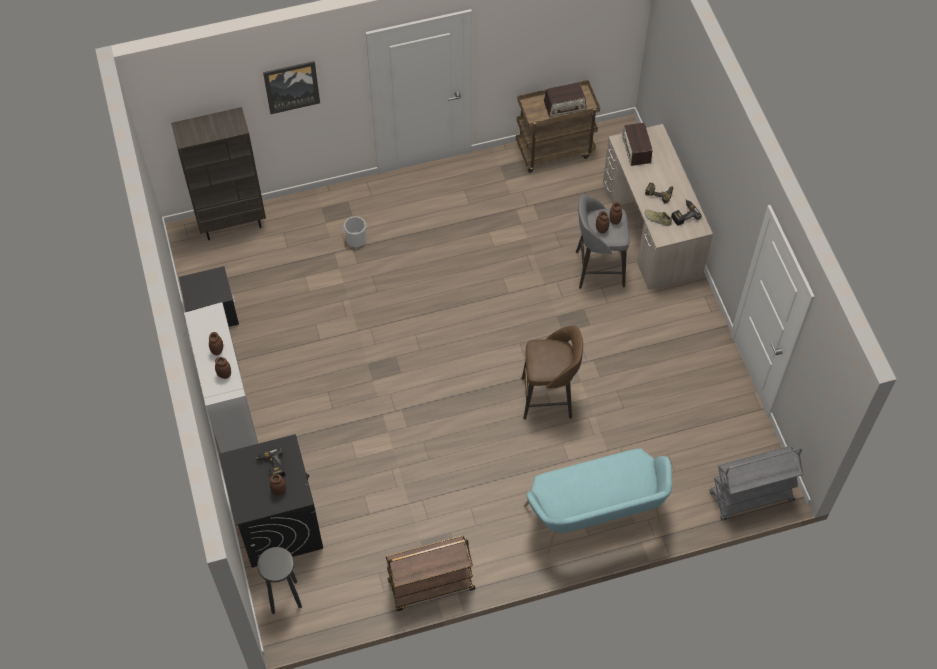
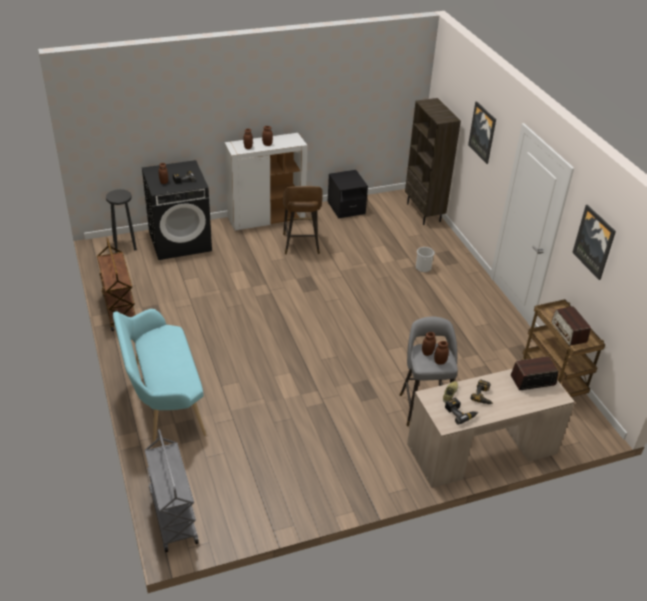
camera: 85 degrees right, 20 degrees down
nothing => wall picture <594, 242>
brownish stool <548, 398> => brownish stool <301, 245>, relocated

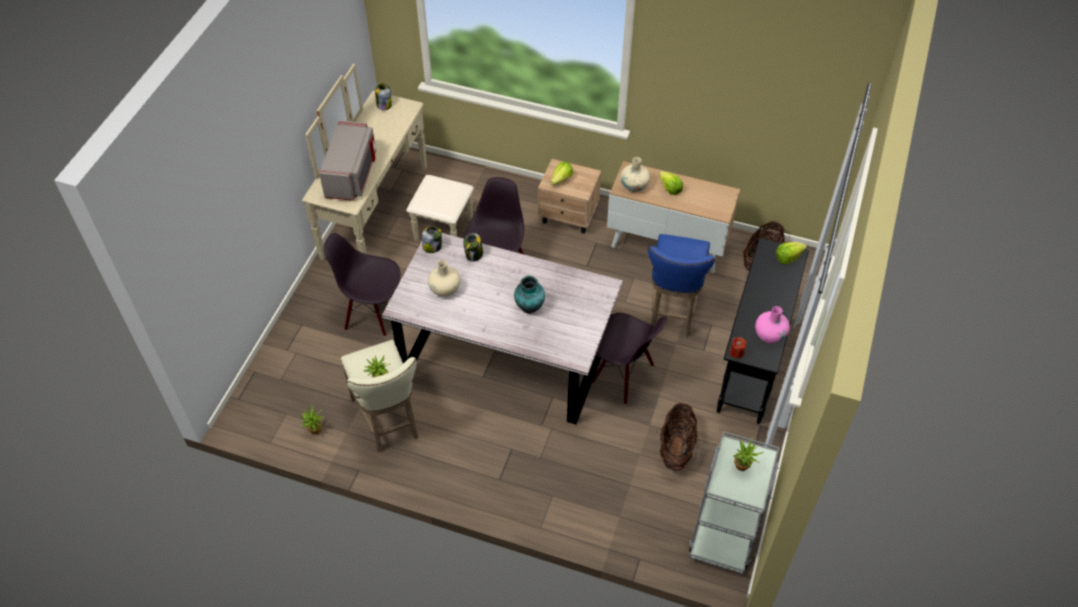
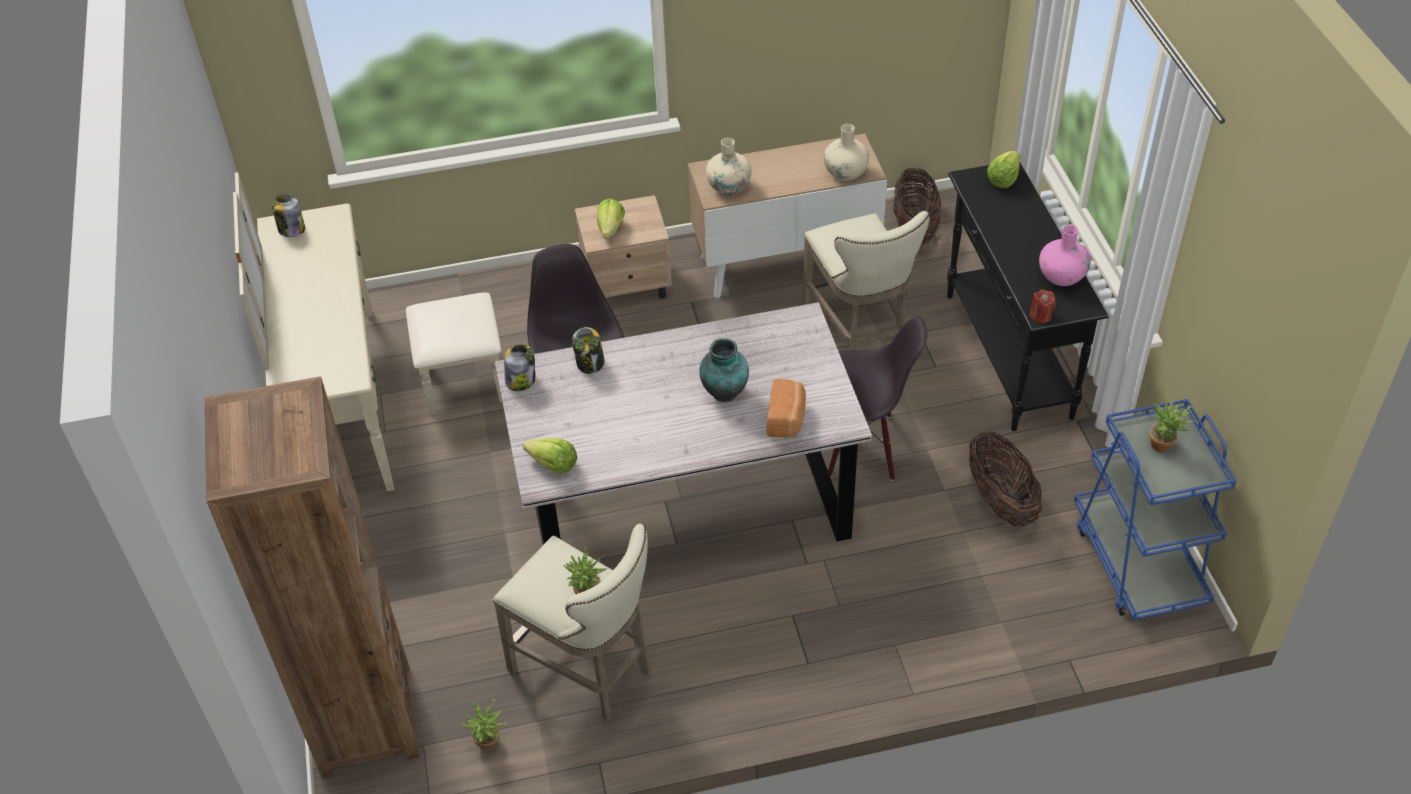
camera: 30 degrees left, 5 degrees down
gray microwave oven <352, 174> => nothing
blackish chair <373, 313> => nothing
nothing => brownish bookshelf <365, 719>
nothing => baked bread <787, 418>
beige-coloured vase <445, 289> => beige-coloured vase <845, 173>, relocated
lettuce <669, 189> => lettuce <553, 465>, relocated
blue-coloured stool <672, 311> => beige-coloured stool <858, 338>
gray wheeled cart <726, 526> => blue-coloured wheeled cart <1138, 561>

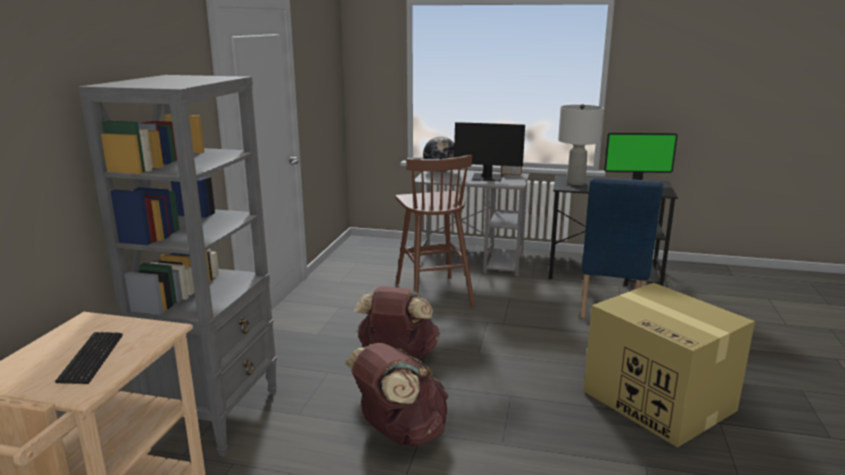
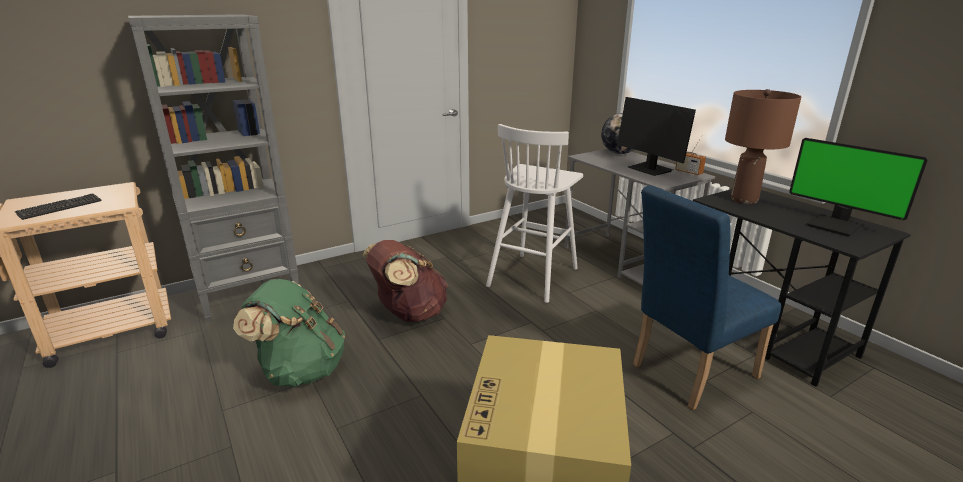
camera: 45 degrees right, 5 degrees up
brownish backpack <399, 433> => green backpack <300, 370>
brownish stool <433, 294> => whitish stool <534, 276>
gray tabletop lamp <576, 183> => brownish tabletop lamp <744, 200>

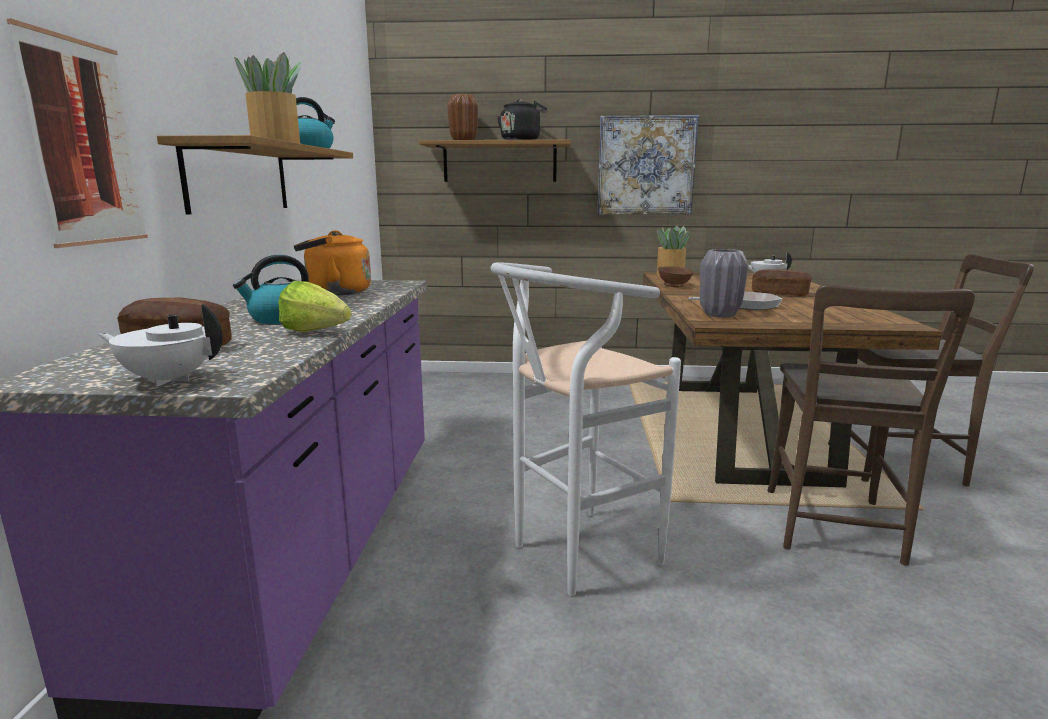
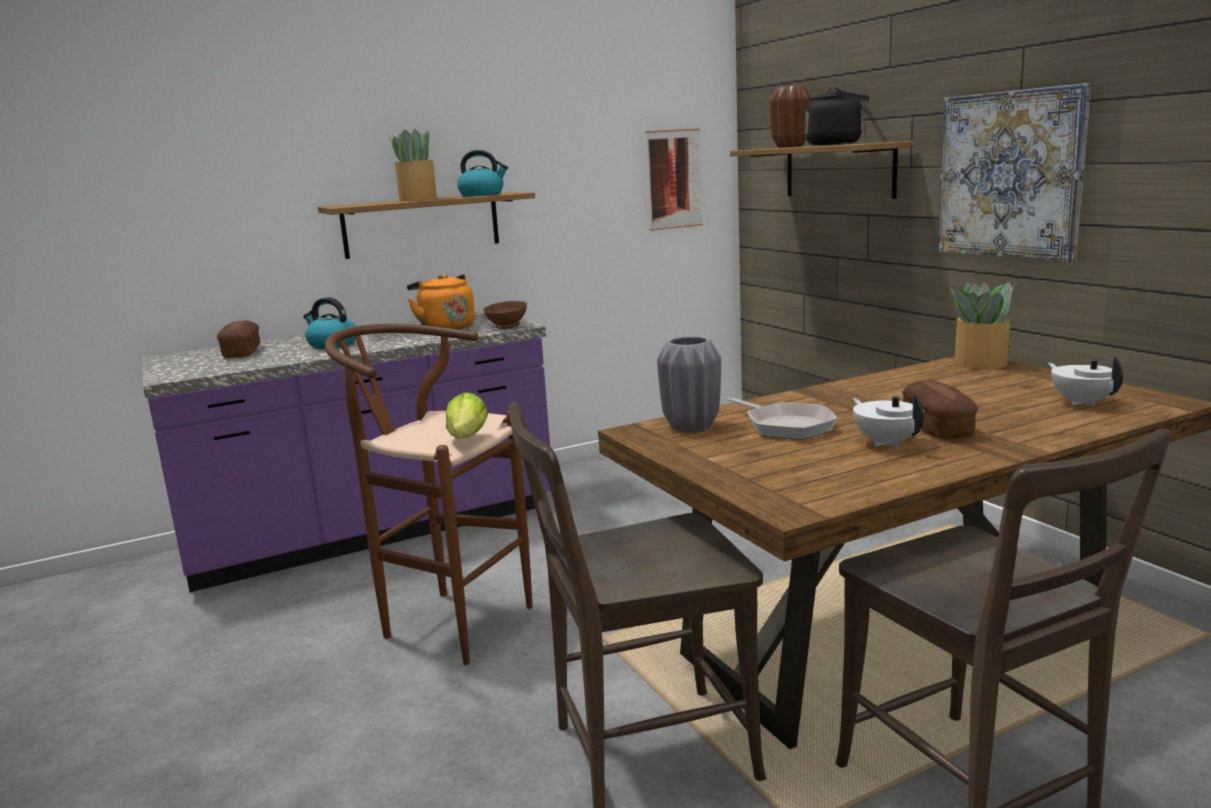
camera: 60 degrees right, 0 degrees up
wall picture <85, 144> => wall picture <674, 179>, relocated
whitish tea pot <169, 380> => whitish tea pot <886, 443>, relocated
lettuce <319, 333> => lettuce <464, 441>, relocated
brownish bowl <674, 286> => brownish bowl <506, 327>, relocated
whitish stool <573, 556> => brownish stool <445, 621>

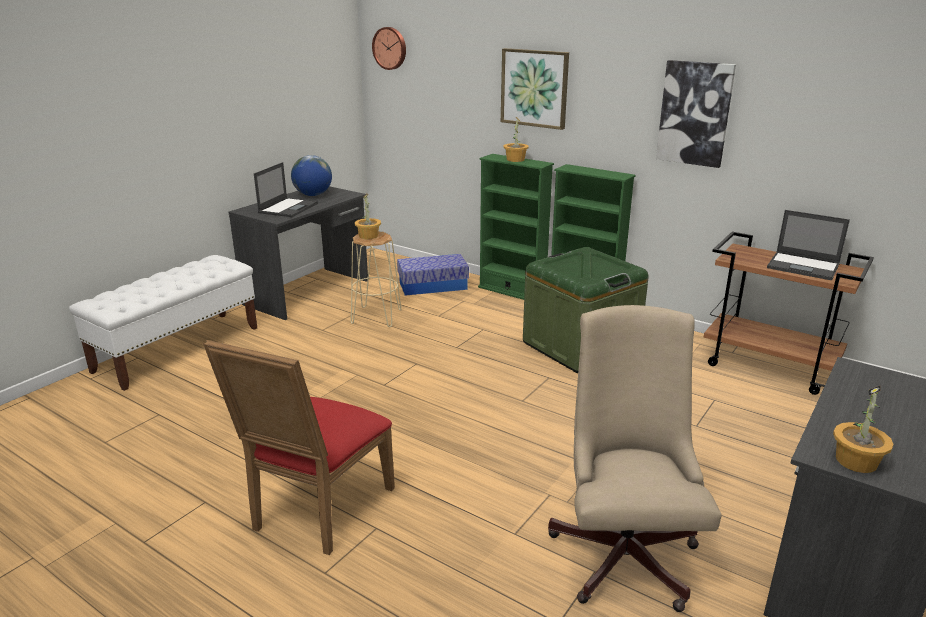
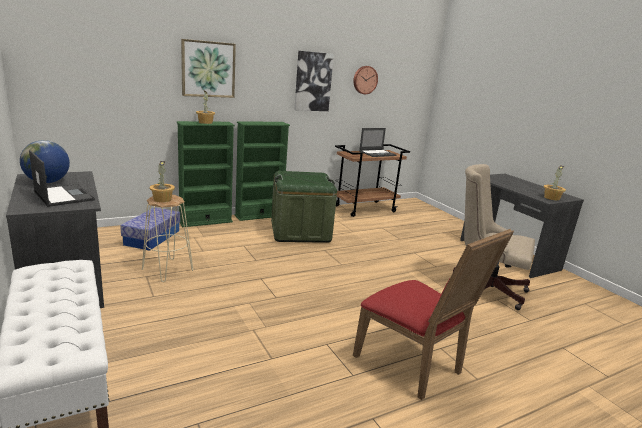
camera: 65 degrees left, 5 degrees down
hanging clock <390, 48> => hanging clock <364, 80>, relocated

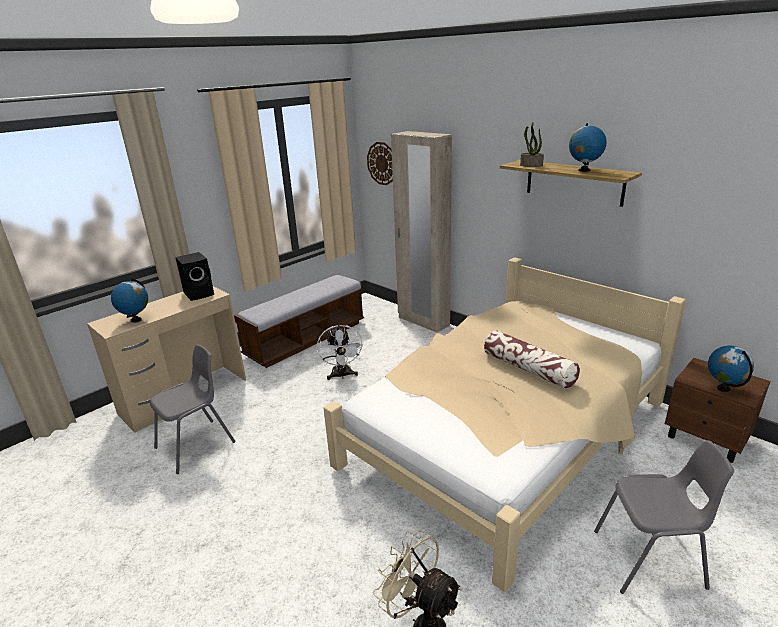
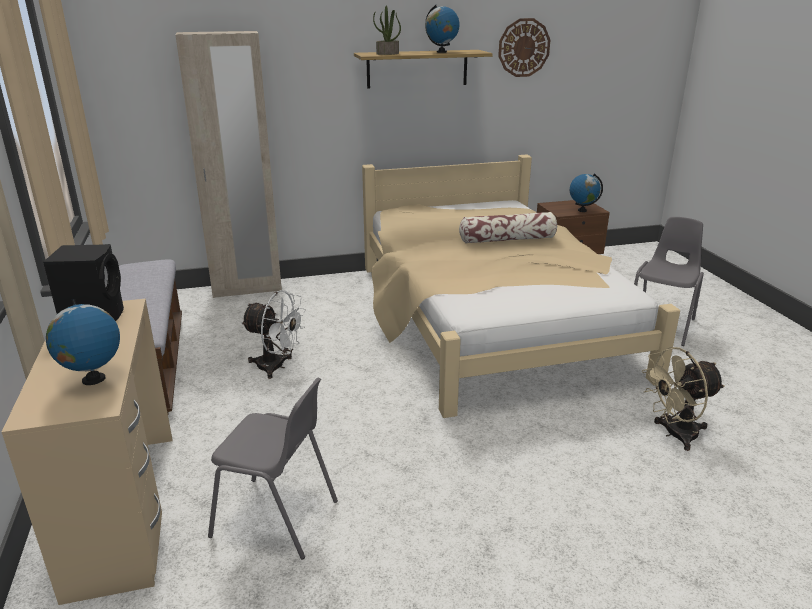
camera: 60 degrees left, 0 degrees up
hanging clock <382, 163> => hanging clock <524, 47>, relocated
gray chair <196, 445> => gray chair <276, 518>, 120 degrees clockwise

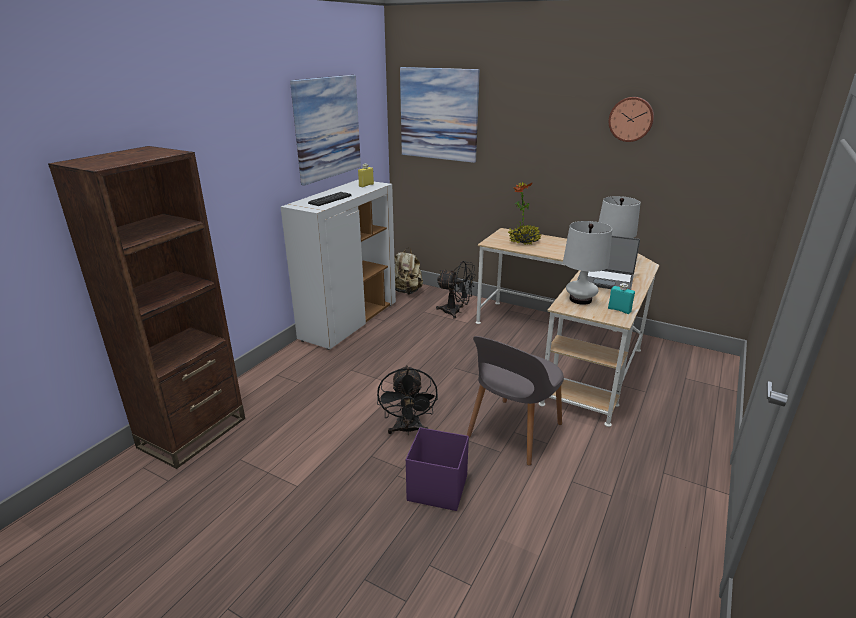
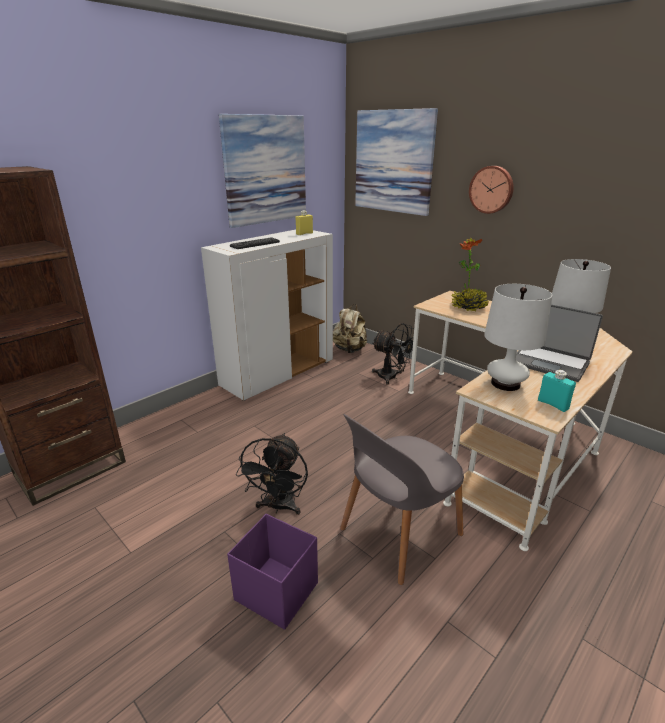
camera: 15 degrees right, 0 degrees up
hanging clock <631, 119> => hanging clock <491, 189>, relocated

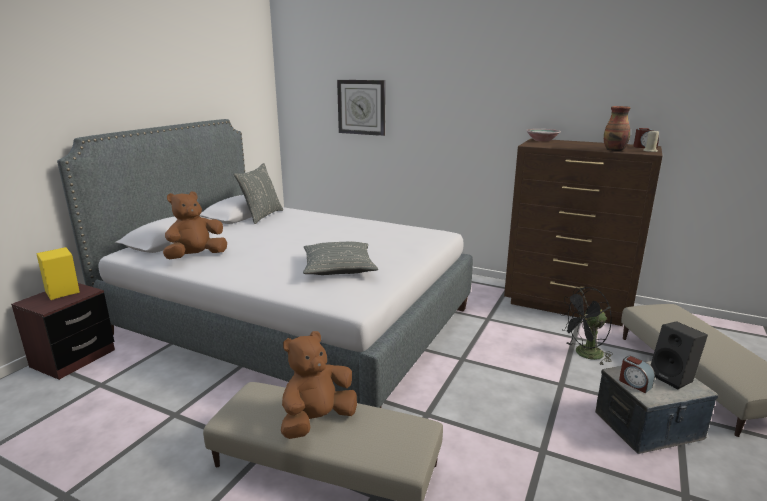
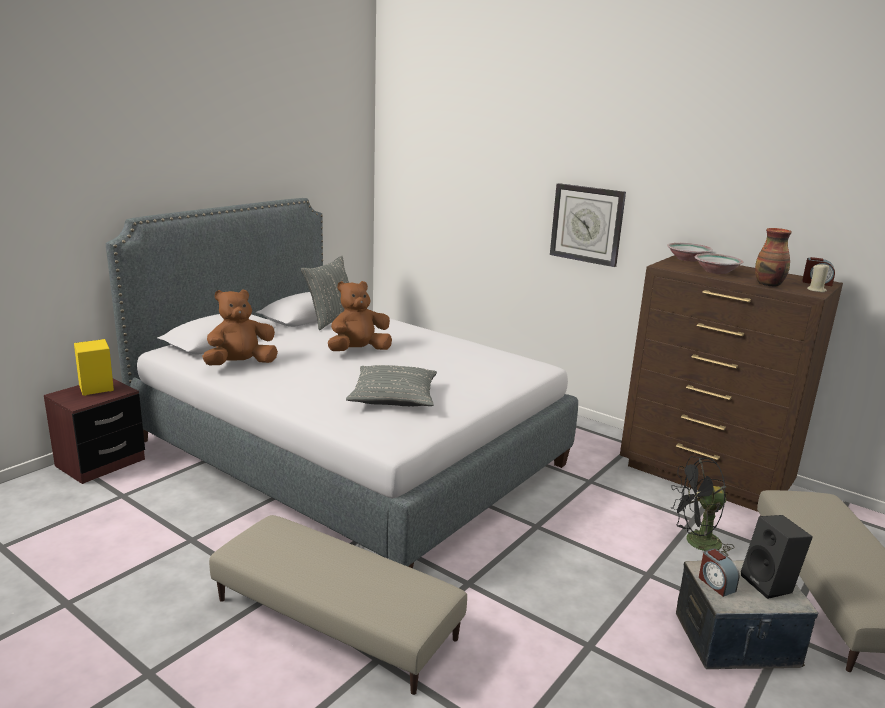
camera: 10 degrees right, 0 degrees up
nothing => bowl <716, 271>
brownish soft toy <317, 420> => brownish soft toy <358, 351>, relocated
hanging clock <361, 107> => hanging clock <587, 224>, relocated

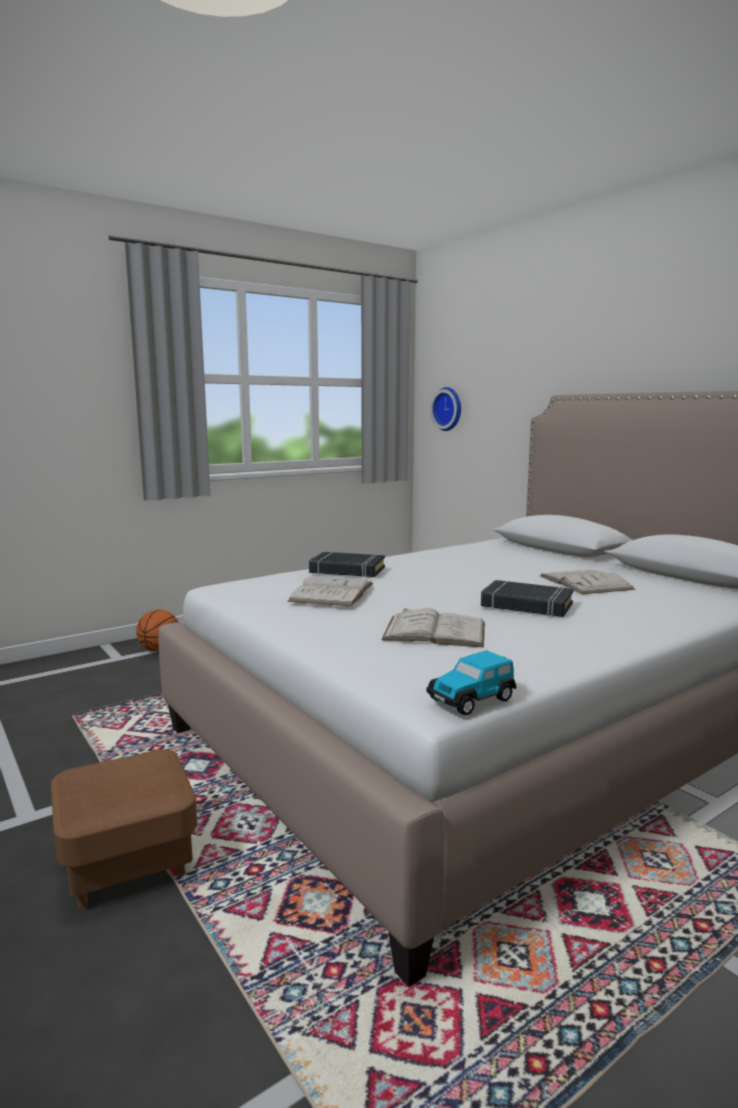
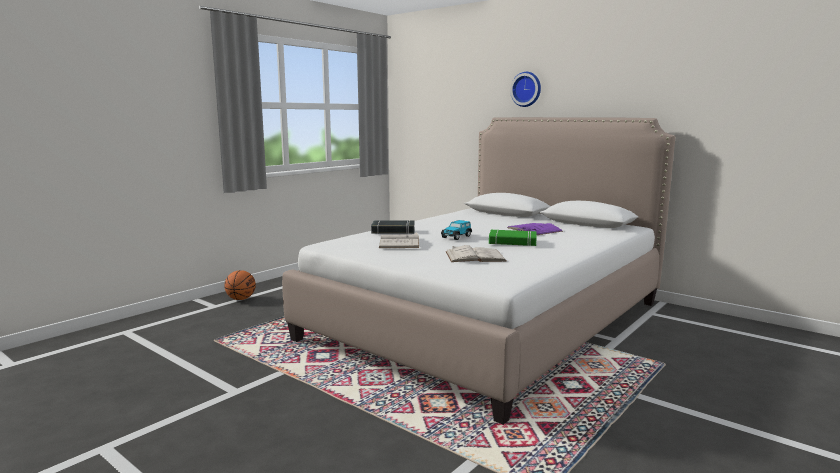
camera: 15 degrees left, 0 degrees up
brownish ottoman <128, 862> => nothing
miniature car <472, 699> => miniature car <456, 237>, relocated
hanging clock <449, 409> => hanging clock <526, 89>, relocated
blackish book <526, 605> => green book <512, 242>
whitish book <585, 582> => purple book <534, 229>

